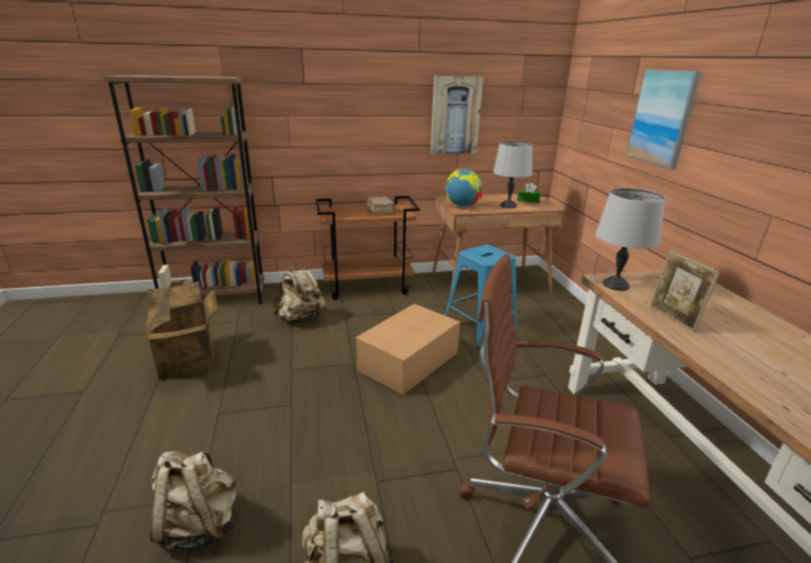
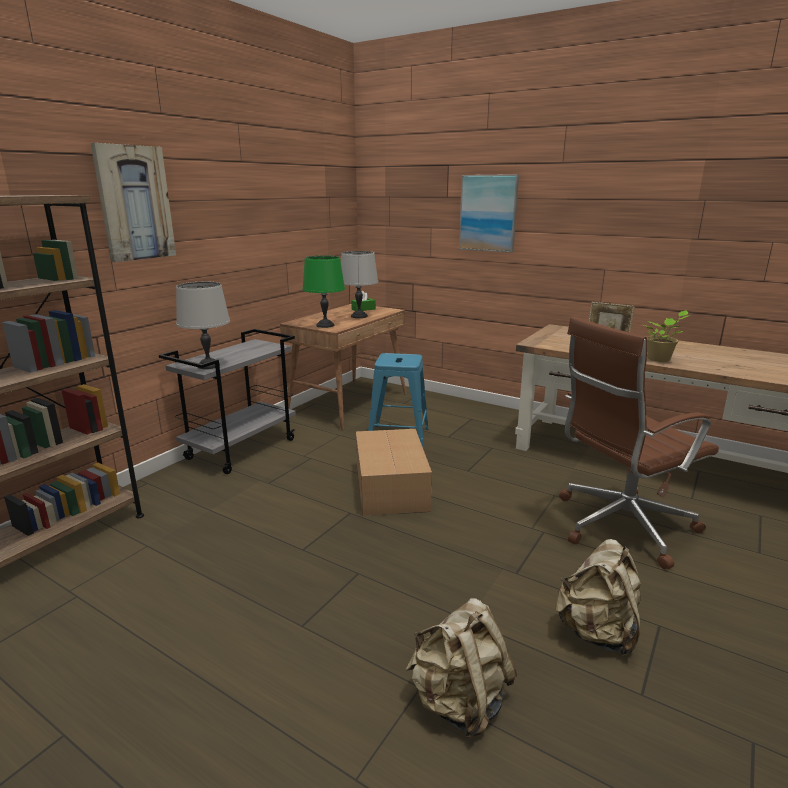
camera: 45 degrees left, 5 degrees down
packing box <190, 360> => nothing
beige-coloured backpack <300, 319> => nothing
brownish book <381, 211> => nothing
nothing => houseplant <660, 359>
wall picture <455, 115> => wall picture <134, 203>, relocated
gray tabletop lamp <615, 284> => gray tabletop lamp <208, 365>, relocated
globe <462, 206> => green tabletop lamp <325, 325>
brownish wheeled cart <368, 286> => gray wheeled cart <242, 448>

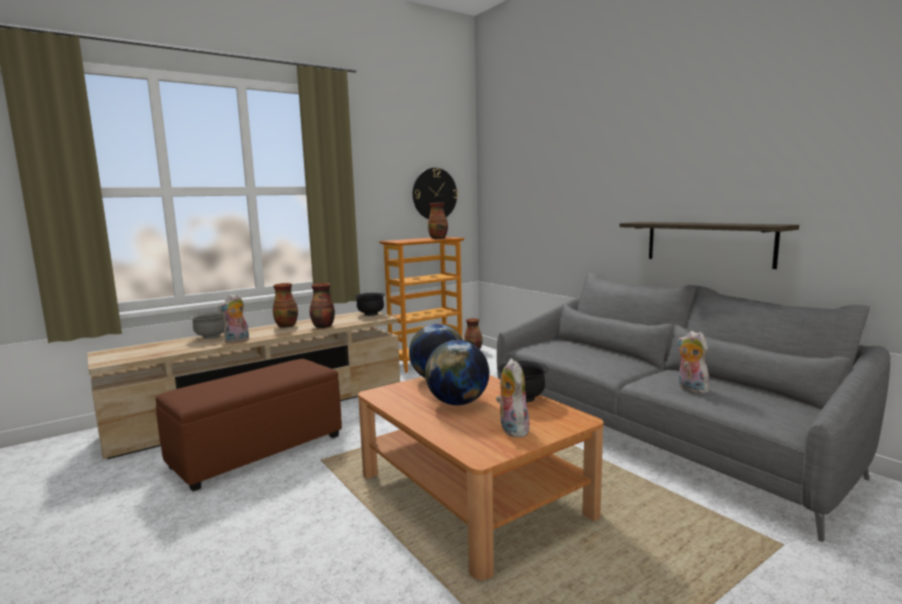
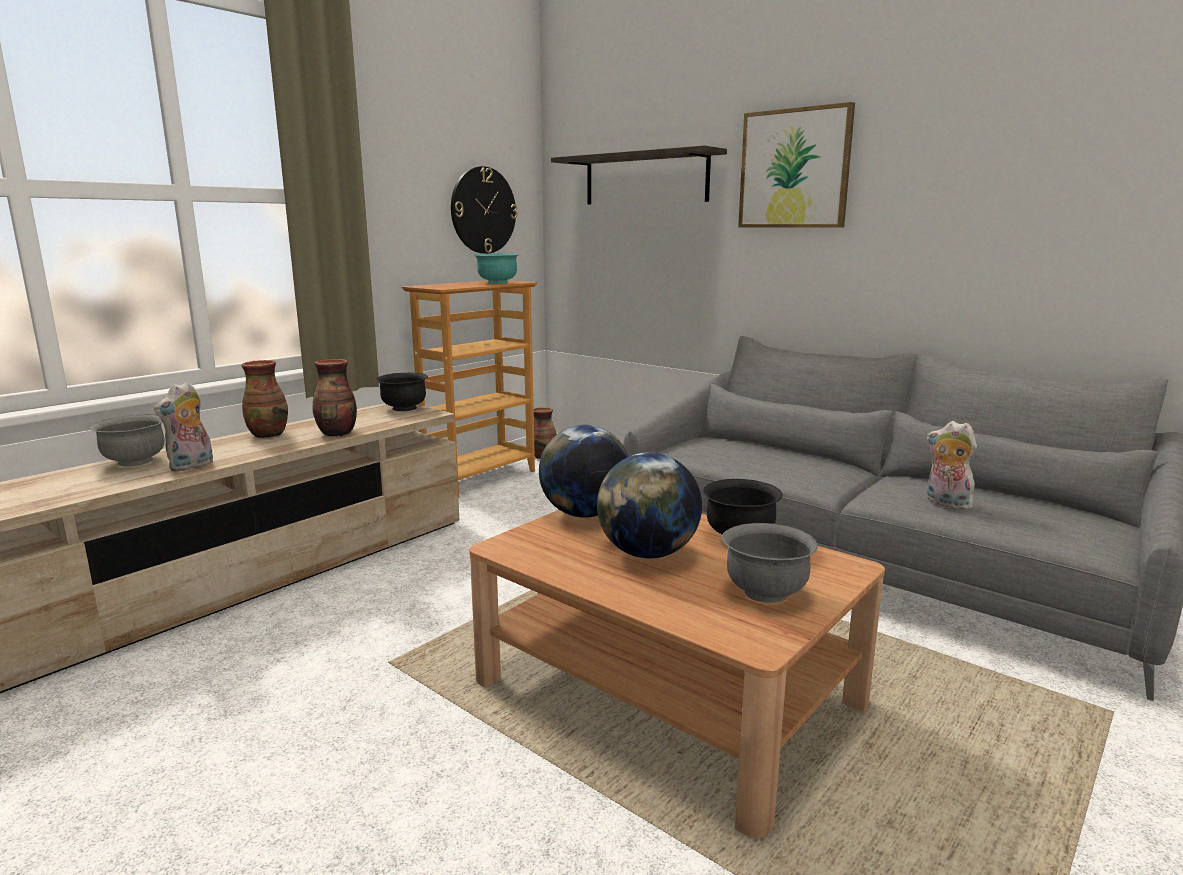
camera: 15 degrees left, 5 degrees up
brownish ottoman <259, 450> => nothing
nothing => wall picture <794, 169>
wall shelf <708, 243> => wall shelf <645, 179>, relocated
vase <438, 238> => turquoise bowl <497, 283>
soft toy <511, 429> => gray bowl <765, 592>

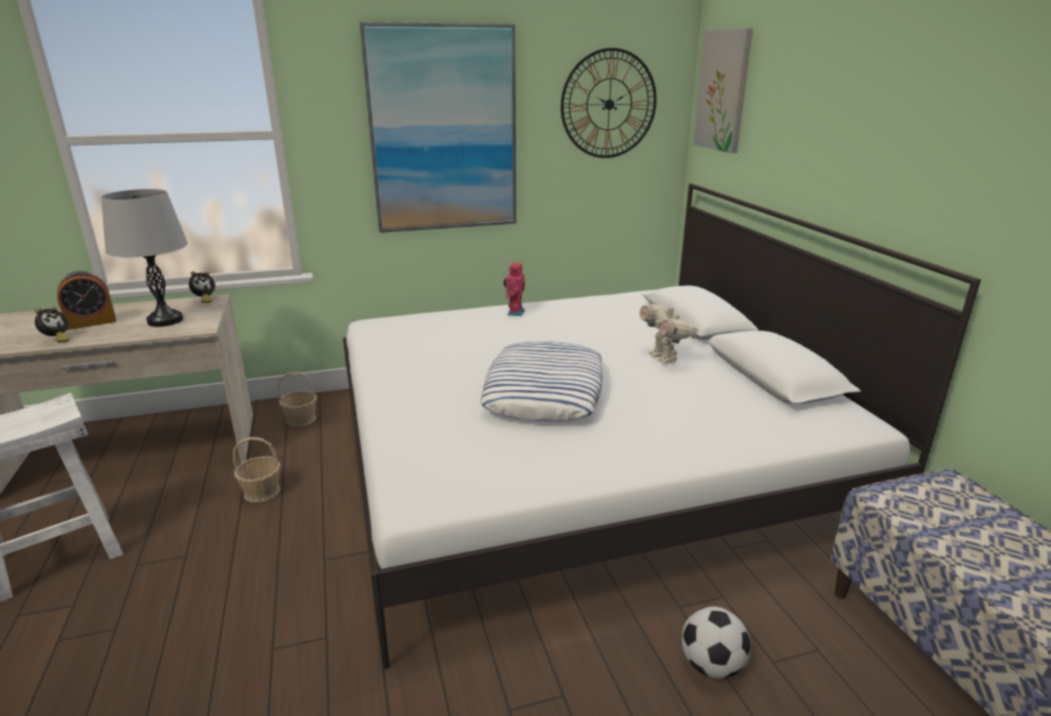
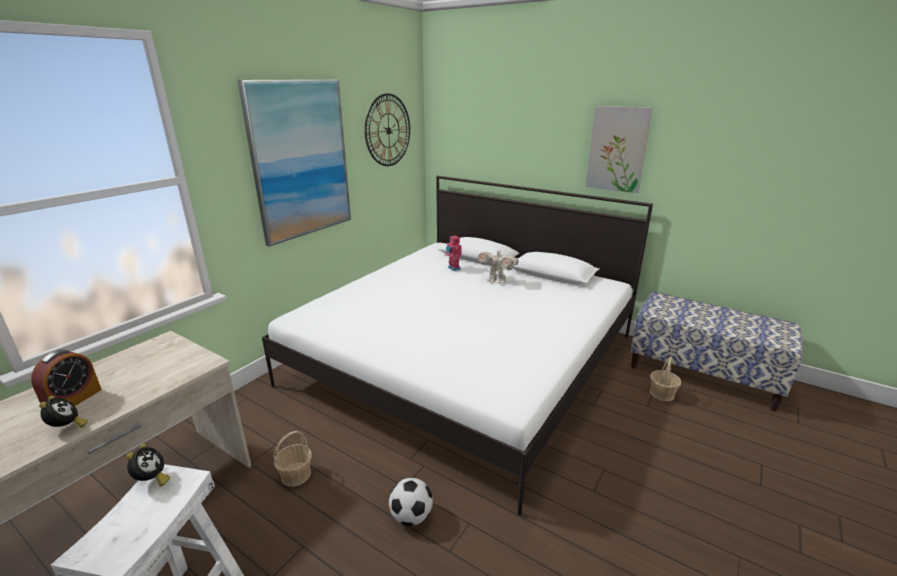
camera: 40 degrees left, 0 degrees up
gray tabletop lamp <165, 321> => nothing
pillow <545, 391> => nothing
bedside clock <204, 300> => bedside clock <152, 480>, relocated
basket <301, 419> => basket <662, 393>, relocated
toy robot <514, 312> => toy robot <453, 268>, relocated
football ball <711, 665> => football ball <411, 516>, relocated
wall picture <723, 91> => wall picture <617, 149>, relocated

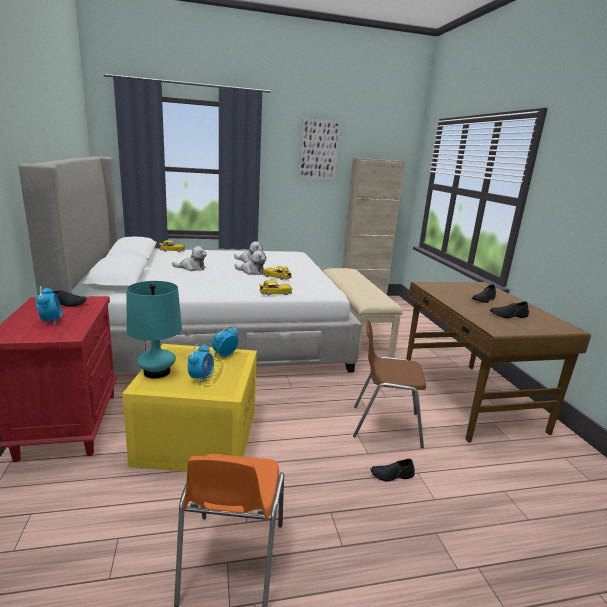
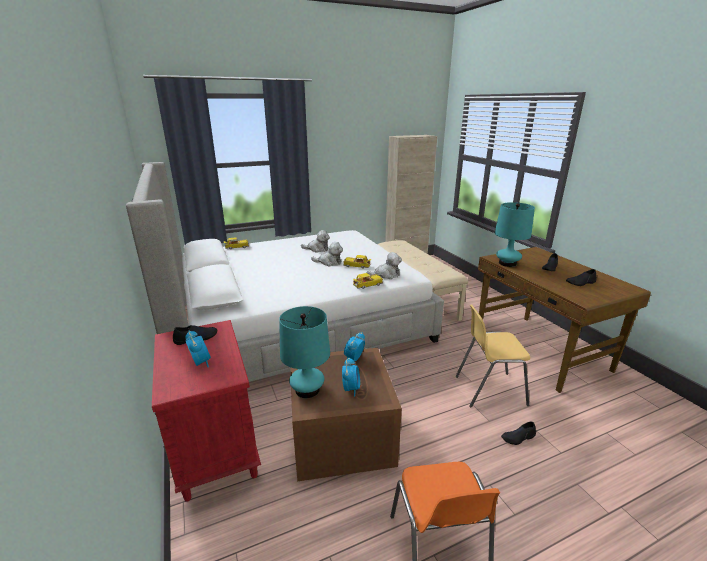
camera: 10 degrees left, 5 degrees up
wall picture <319, 150> => nothing
nothing => turquoise tabletop lamp <507, 263>
soft toy <192, 268> => soft toy <386, 275>, relocated
yellow storage box <197, 435> => brownish storage box <339, 434>
brownish chair <385, 425> => yellow chair <489, 390>

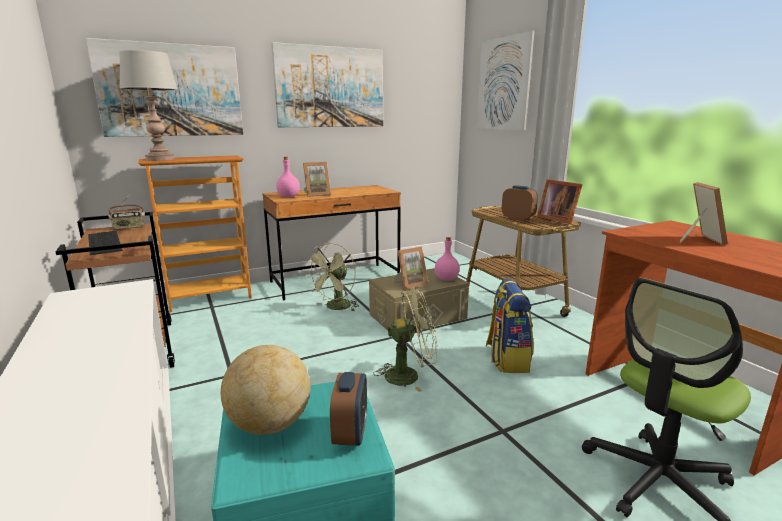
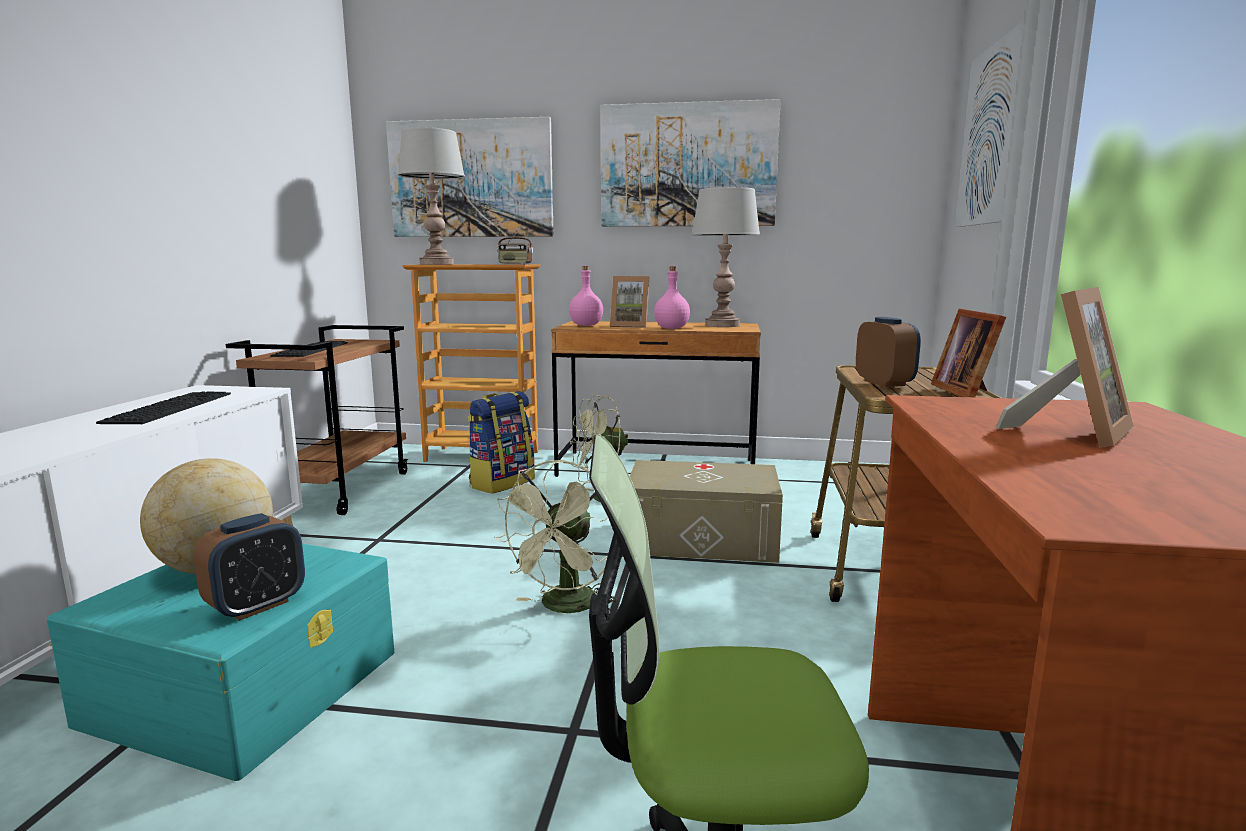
camera: 35 degrees right, 5 degrees down
photo frame <410, 284> => nothing
nothing => computer keyboard <168, 407>
nothing => gray tabletop lamp <722, 325>
radio <129, 227> => radio <515, 264>, relocated
pink bottle <446, 279> => pink bottle <671, 328>, relocated
backpack <507, 359> => backpack <502, 483>, relocated
green fan <409, 375> => green fan <565, 607>, 90 degrees clockwise

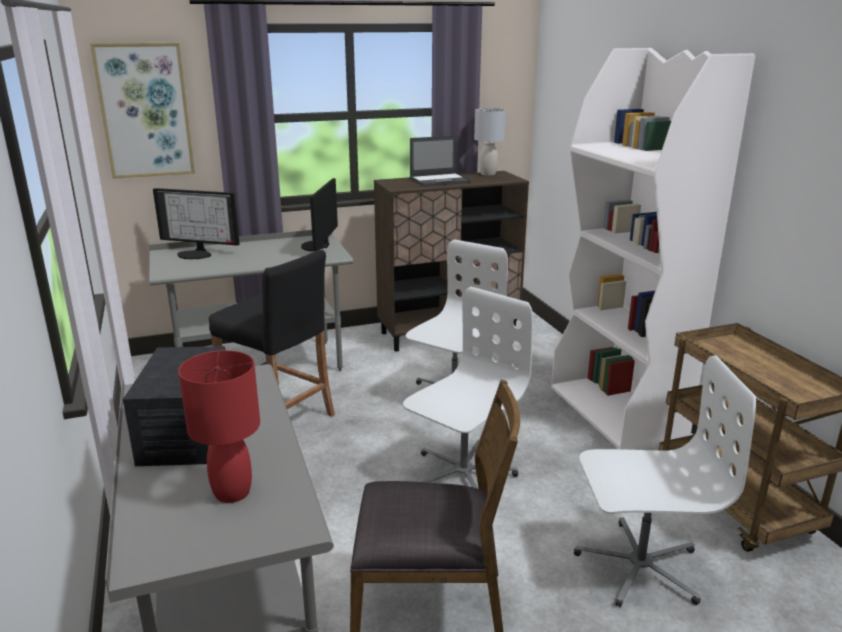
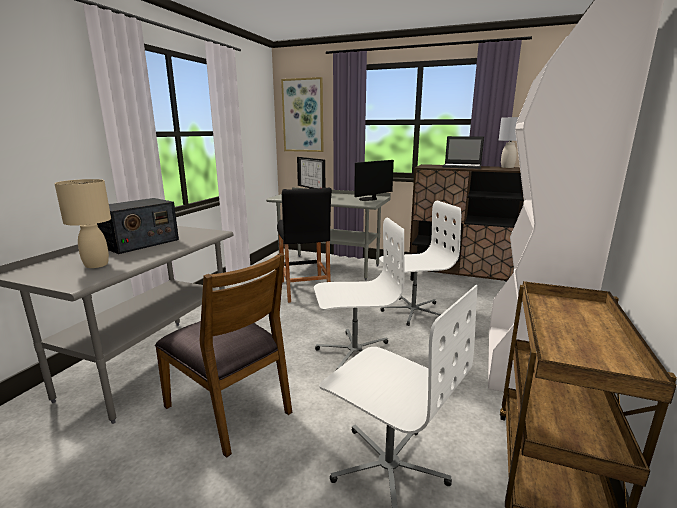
camera: 40 degrees right, 5 degrees down
red tabletop lamp <233, 492> => beige-coloured tabletop lamp <97, 265>

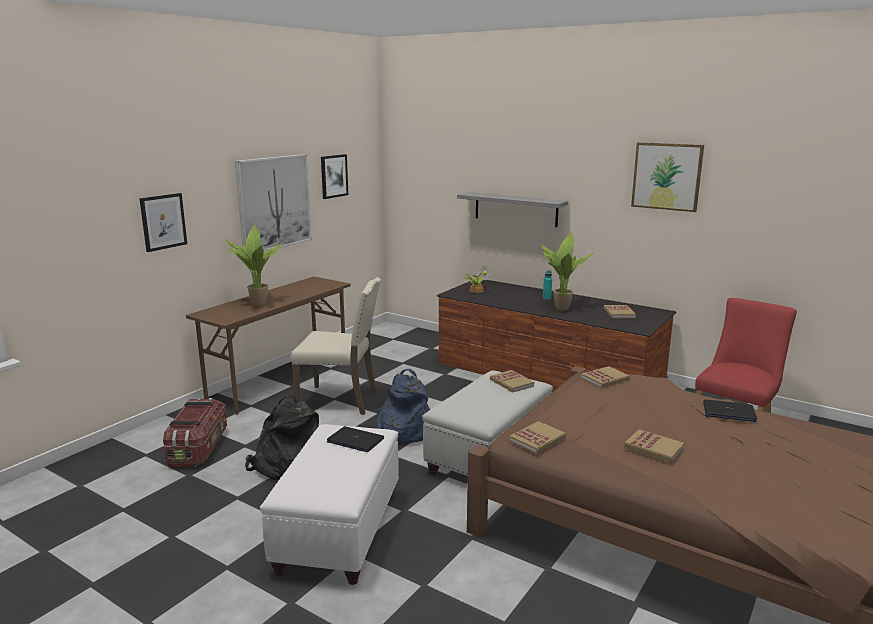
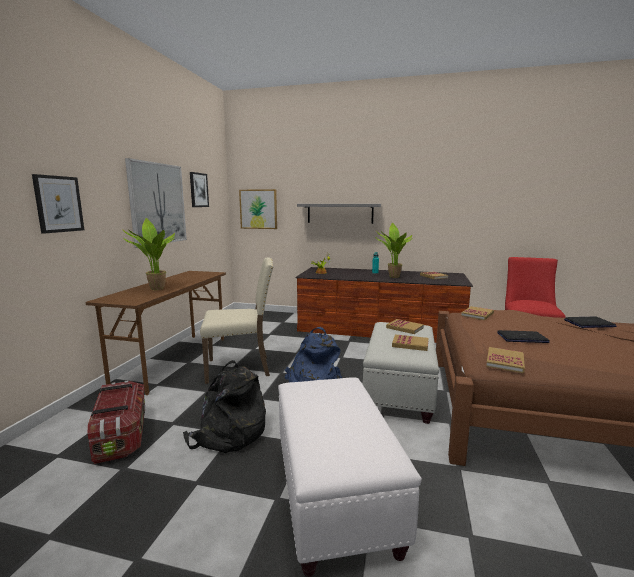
camera: 20 degrees left, 5 degrees down
portable computer <356, 440> => portable computer <522, 338>, relocated
book <653, 448> => book <410, 344>, relocated
wall picture <666, 176> => wall picture <258, 209>, relocated

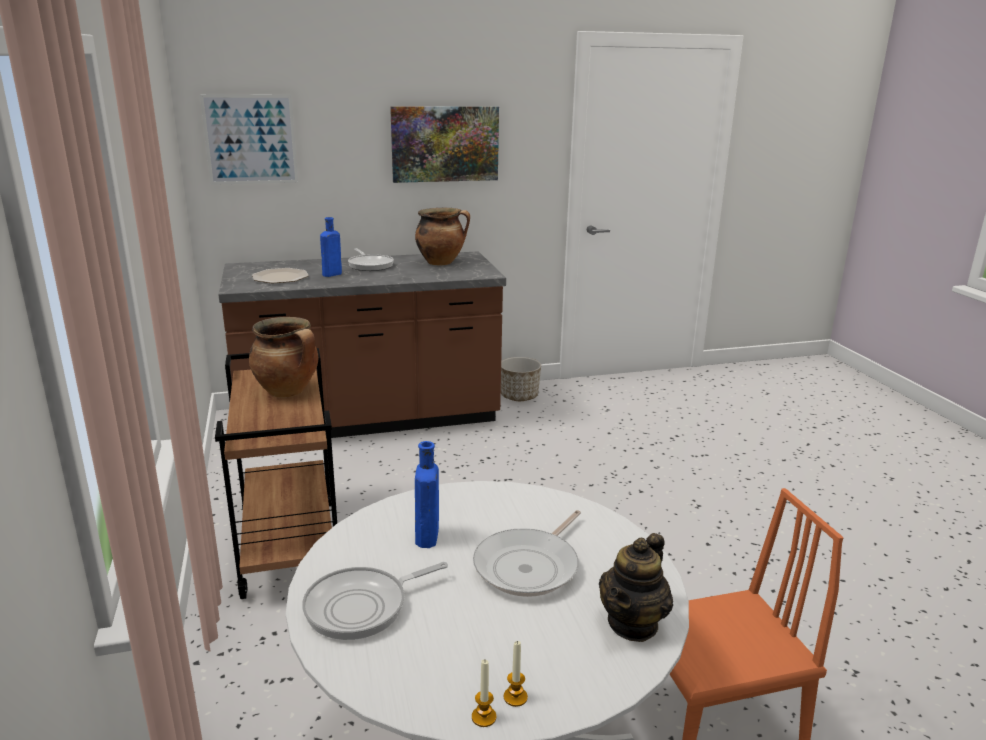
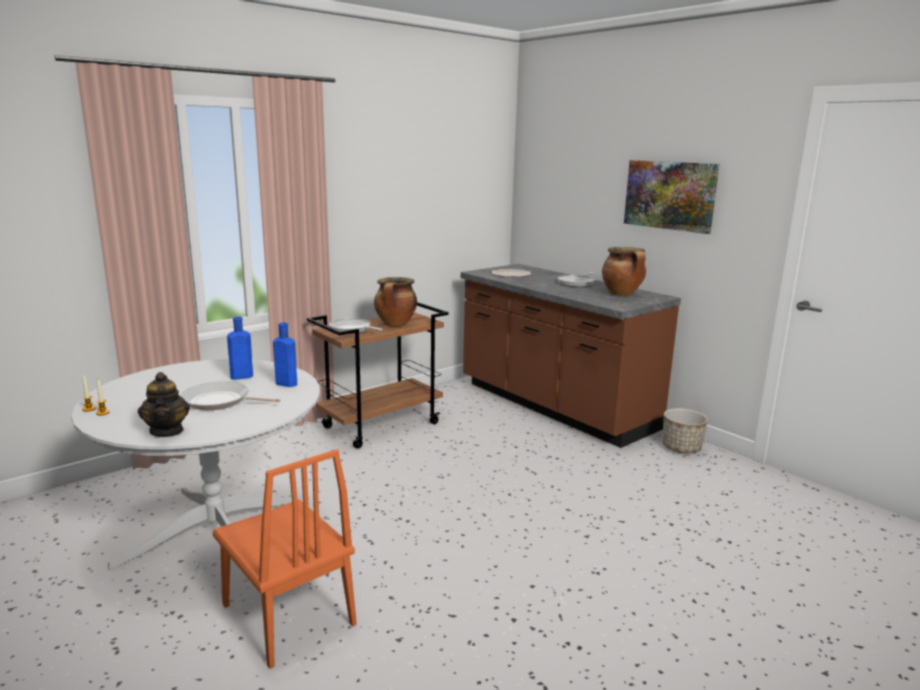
camera: 65 degrees right, 5 degrees down
wall picture <250, 139> => nothing
frying pan <362, 607> => frying pan <352, 329>, relocated
blue-coloured bottle <331, 274> => blue-coloured bottle <285, 383>, relocated
tea pot <633, 624> => tea pot <167, 431>, 120 degrees counterclockwise

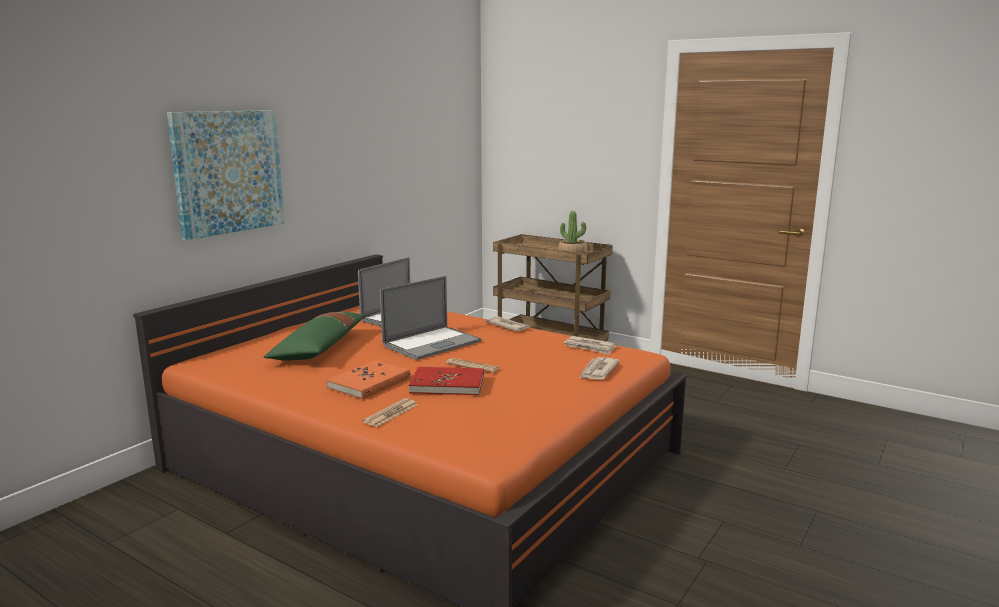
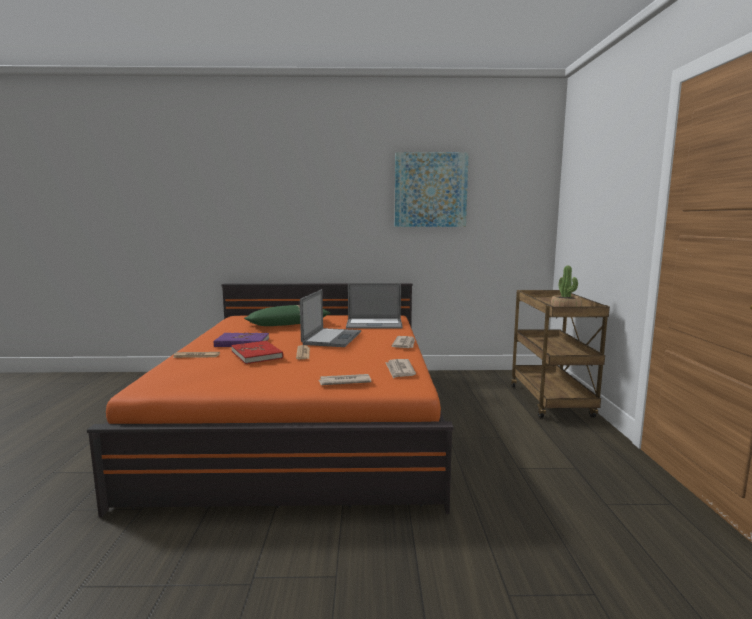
camera: 55 degrees right, 5 degrees down
wall picture <228, 172> => wall picture <430, 190>, relocated
orange book <369, 383> => purple book <242, 342>
portable computer <432, 343> => portable computer <332, 338>, 90 degrees counterclockwise

